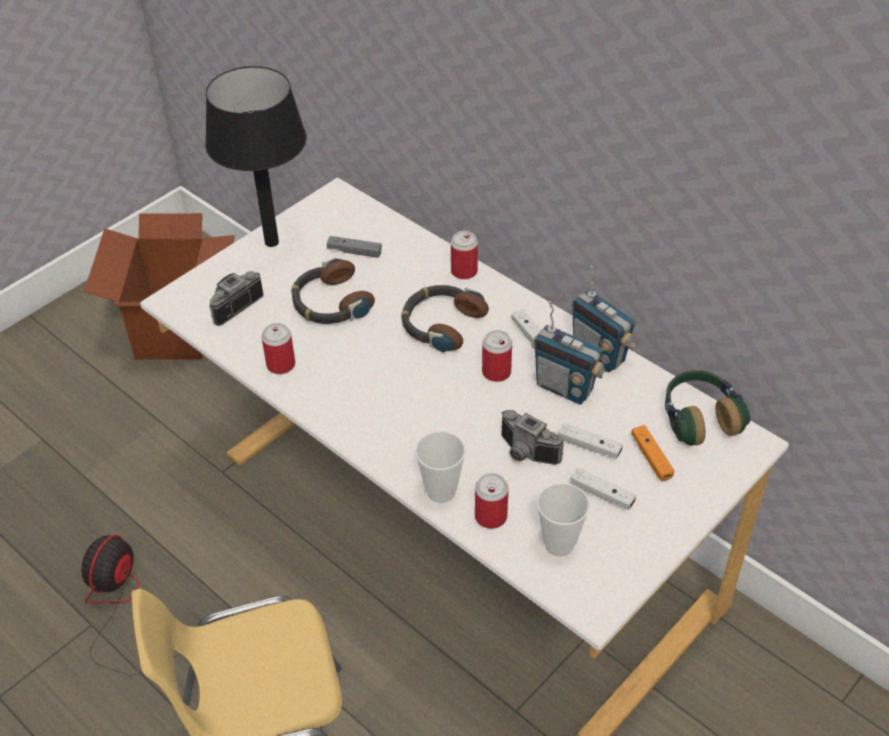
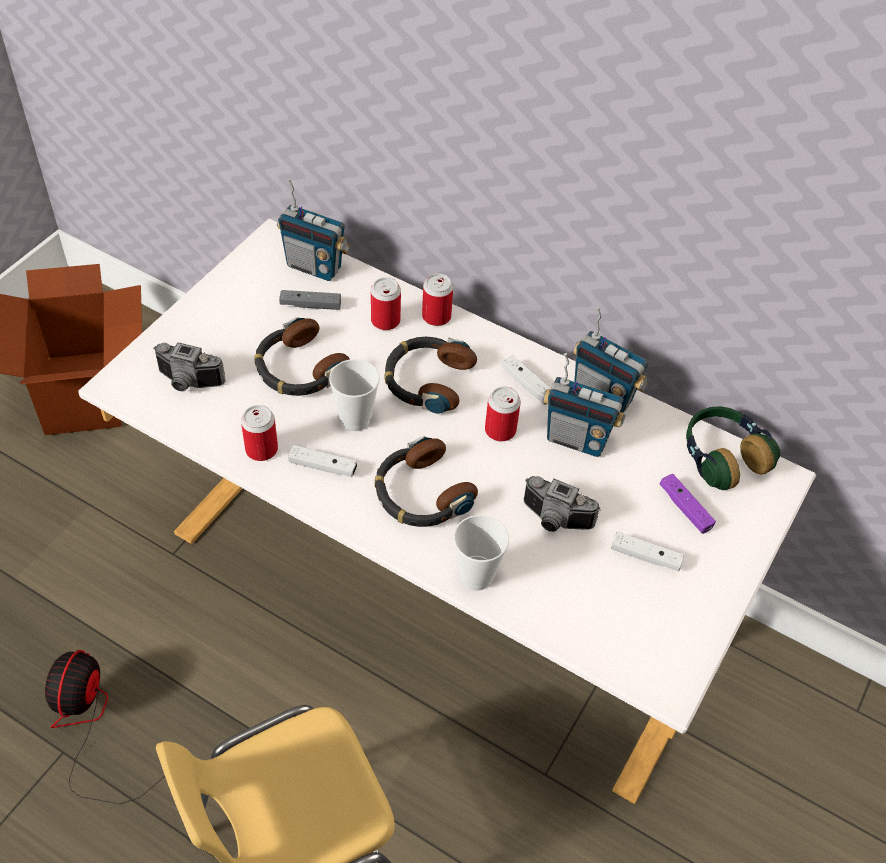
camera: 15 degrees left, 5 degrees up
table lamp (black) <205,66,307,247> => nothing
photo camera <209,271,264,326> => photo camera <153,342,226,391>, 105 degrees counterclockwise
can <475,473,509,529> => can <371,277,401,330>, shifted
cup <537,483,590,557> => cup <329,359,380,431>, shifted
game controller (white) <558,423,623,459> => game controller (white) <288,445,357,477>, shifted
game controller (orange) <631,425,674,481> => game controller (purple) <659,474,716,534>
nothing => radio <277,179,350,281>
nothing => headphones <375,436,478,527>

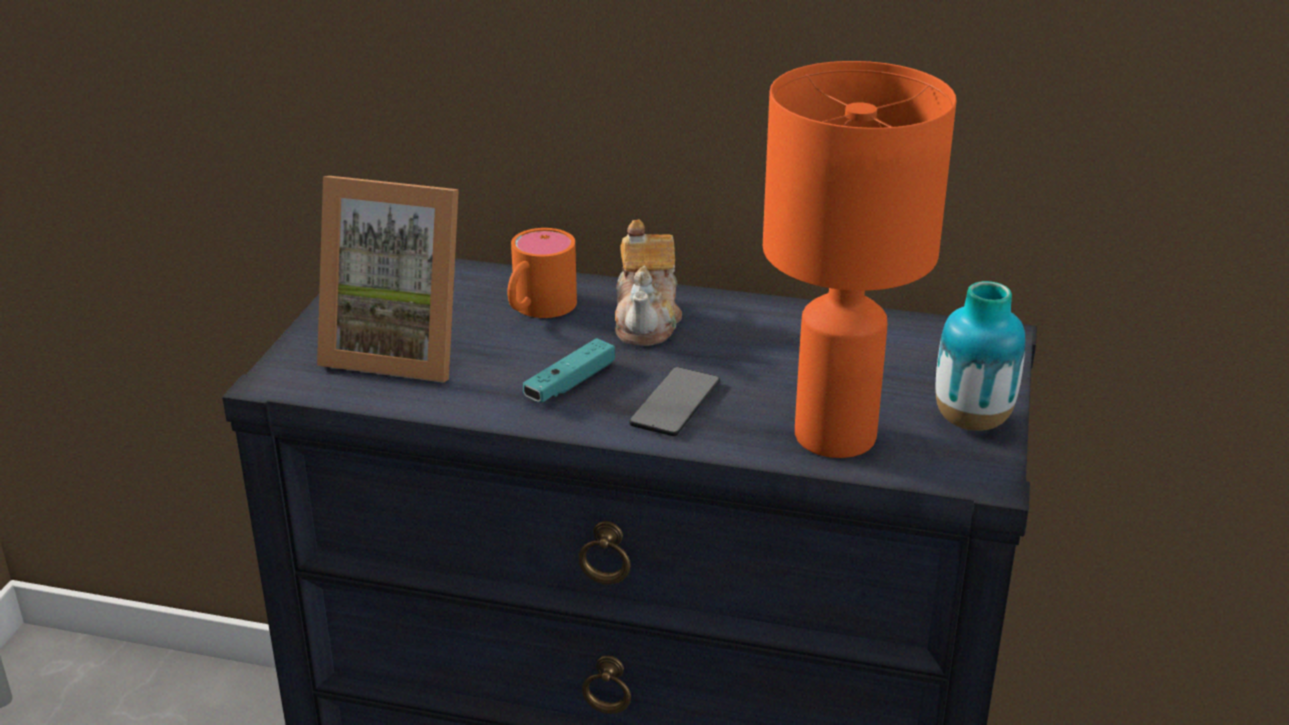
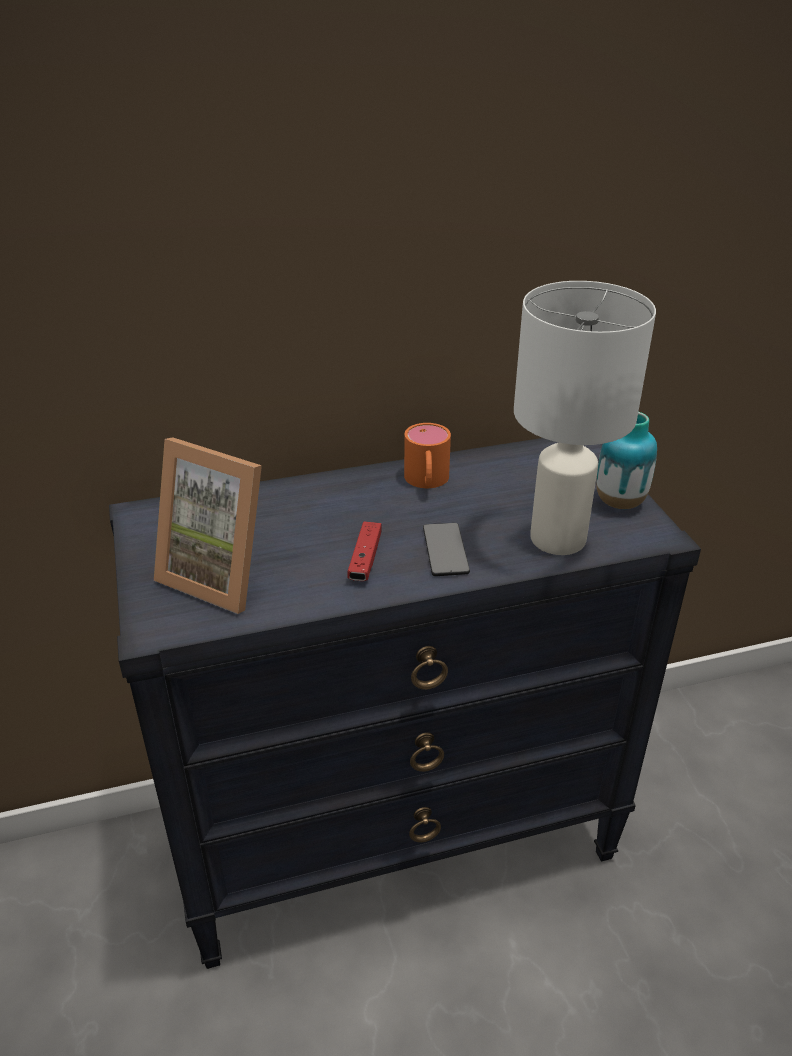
camera: 30 degrees left, 5 degrees up
picture frame <317,176,459,383> => picture frame <154,437,262,614>, 45 degrees clockwise
mug (orange) <507,228,577,318> => mug (orange) <404,423,451,488>, shifted
game controller (turquoise) <523,338,615,403> => game controller (red) <347,522,382,581>
teapot <615,219,682,346> => nothing
table lamp (orange) <763,61,956,458> => table lamp (white) <514,281,656,555>

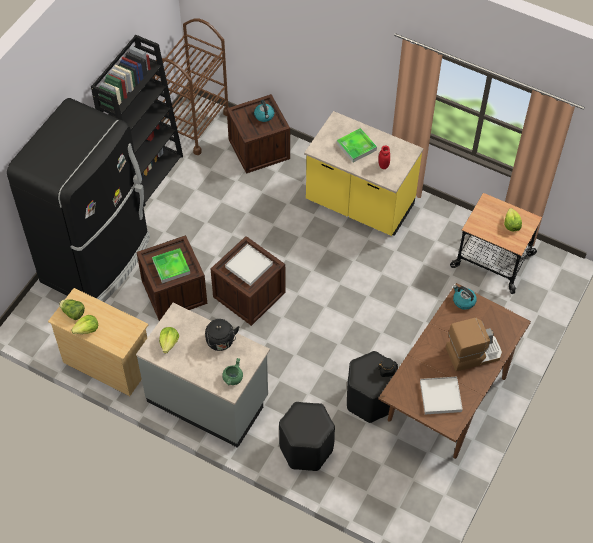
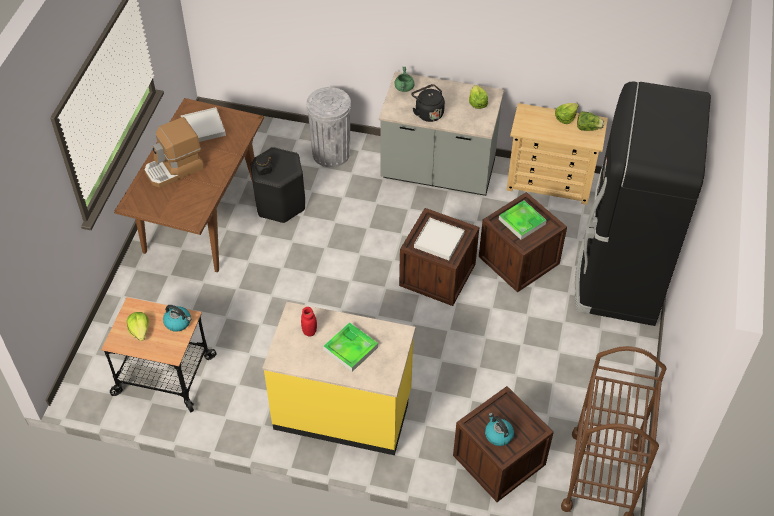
camera: 165 degrees right, 5 degrees down
bookcase (black) <91,34,183,207> => nothing
stool (black) <279,402,335,471> => trash can (grey) <307,87,351,167>
kettle <453,285,477,310> => kettle <163,305,191,332>, shifted

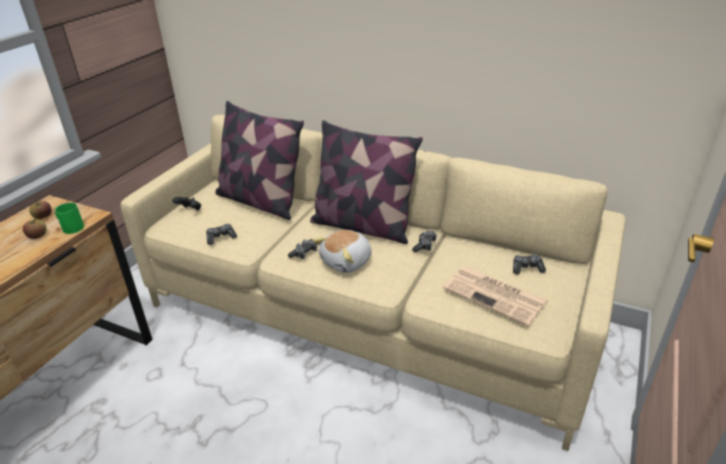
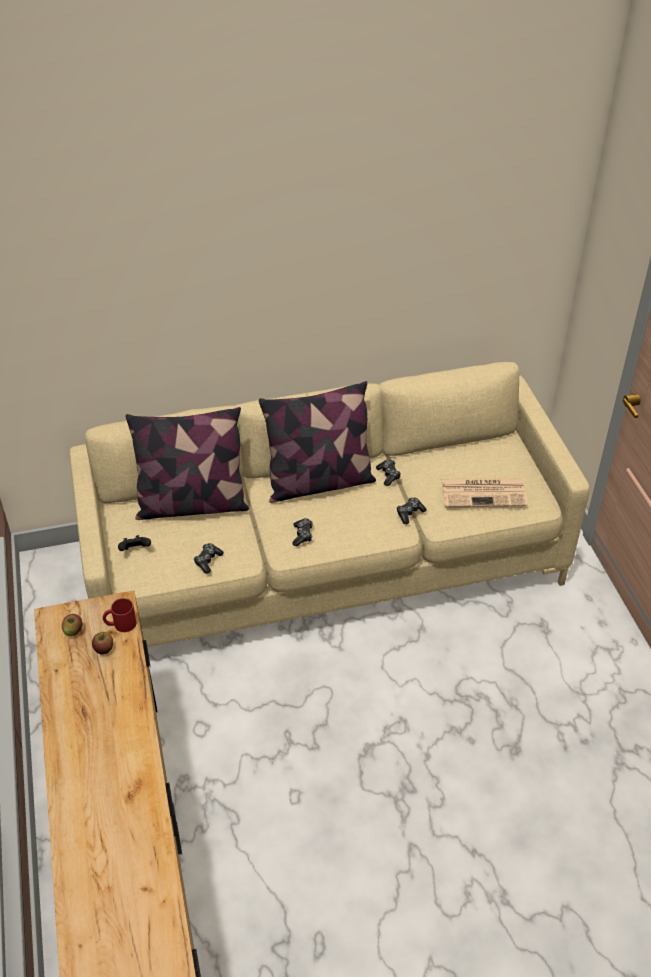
camera: 40 degrees left, 10 degrees up
mug (green) <55,203,84,234> => mug (red) <103,598,137,632>
plush toy <313,230,372,273> => nothing
game controller <513,254,546,274> => game controller <397,498,426,524>, shifted

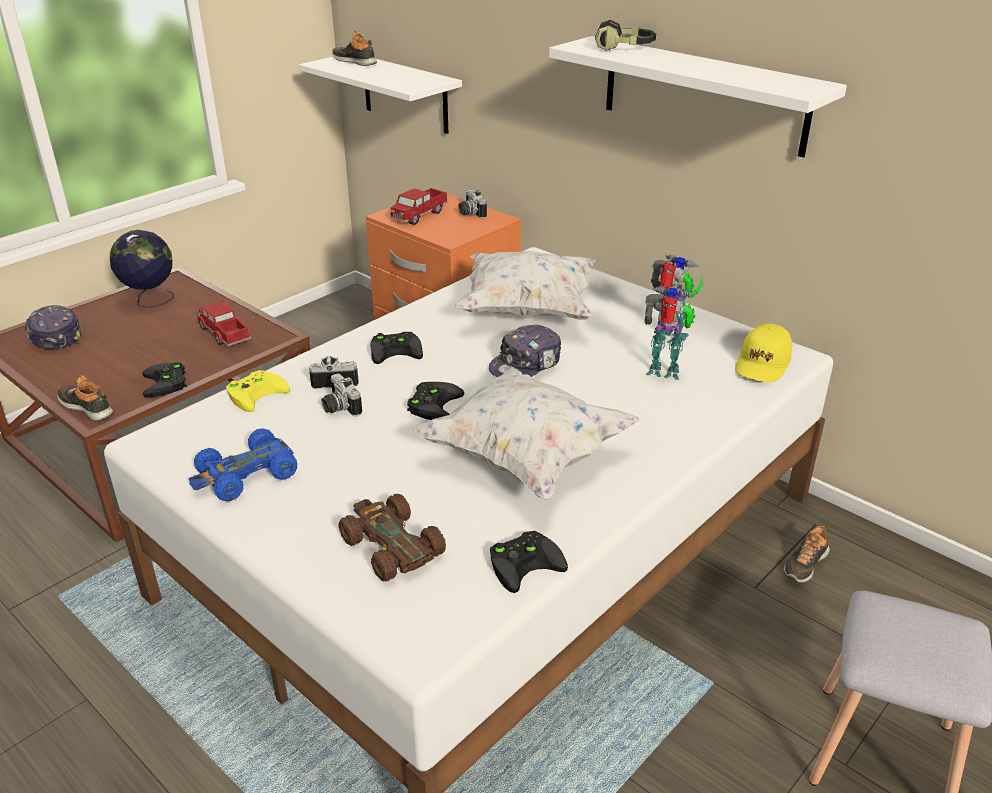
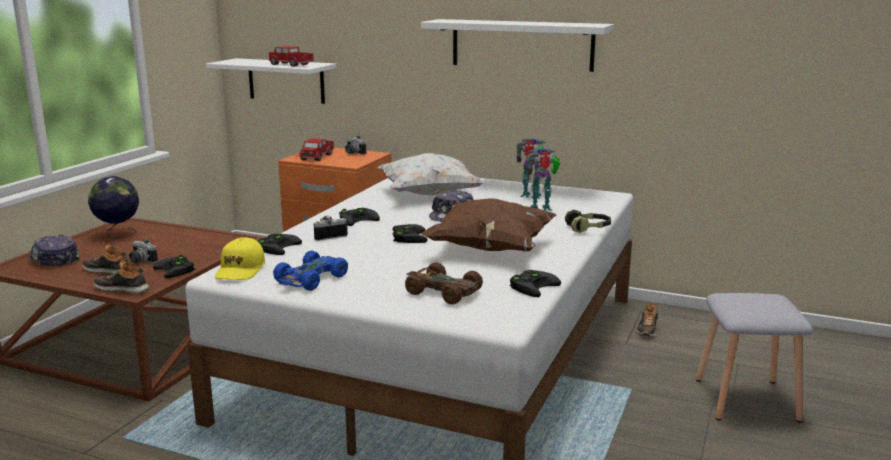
camera: 20 degrees left, 15 degrees down
toy truck <197,301,251,346> => toy truck <269,46,315,67>, shifted
game controller (yellow) <226,370,290,412> => game controller (black) <258,234,302,255>
photo camera <322,374,362,416> => photo camera <129,239,158,263>, shifted
shoe <332,31,377,66> => shoe <82,244,129,274>, shifted
pillow (white) <413,366,640,500> => pillow (brown) <421,198,556,251>
headphones <595,19,656,51> => headphones <565,210,611,233>, shifted
cap (yellow) <735,323,792,382> => cap (yellow) <215,237,265,280>, shifted

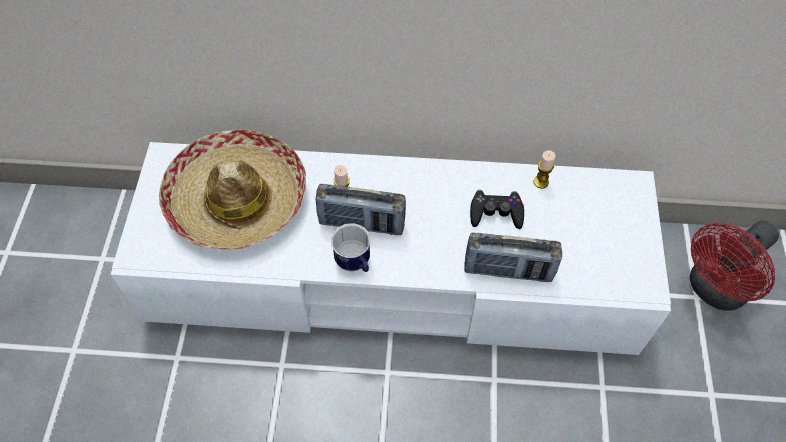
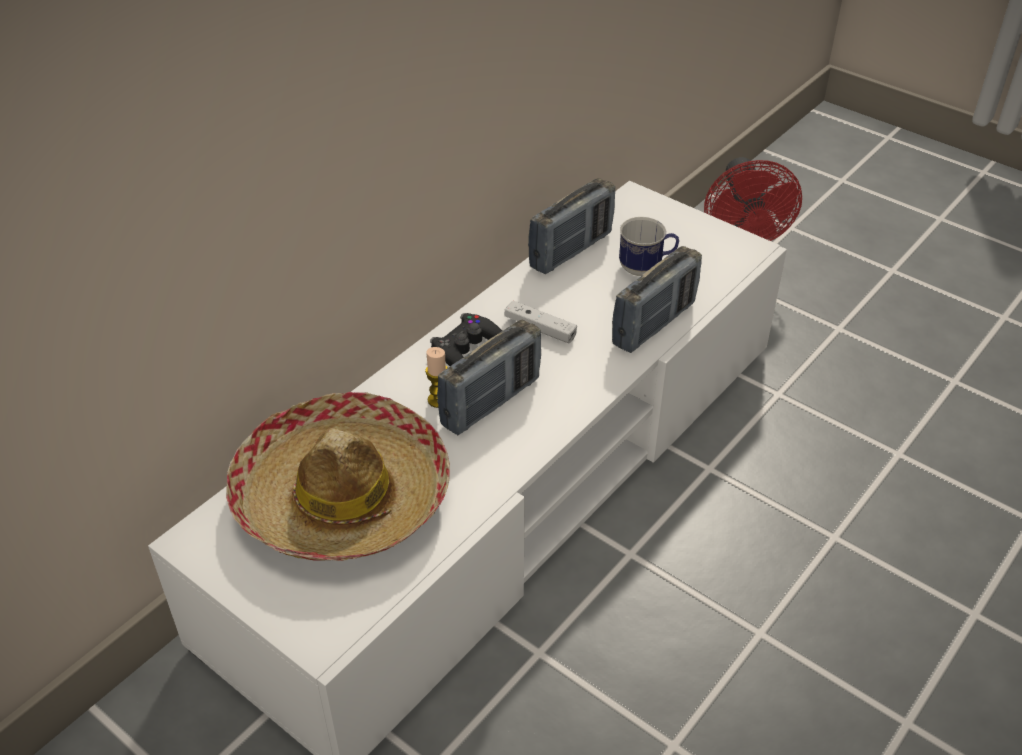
camera: 55 degrees left, 15 degrees down
mug <331,223,371,272> => mug <619,217,679,276>, shifted
game controller (black) <470,190,524,229> => game controller (black) <430,313,502,366>, shifted
candle <534,150,556,189> => radio <528,178,615,274>
nothing => game controller (white) <505,301,577,343>

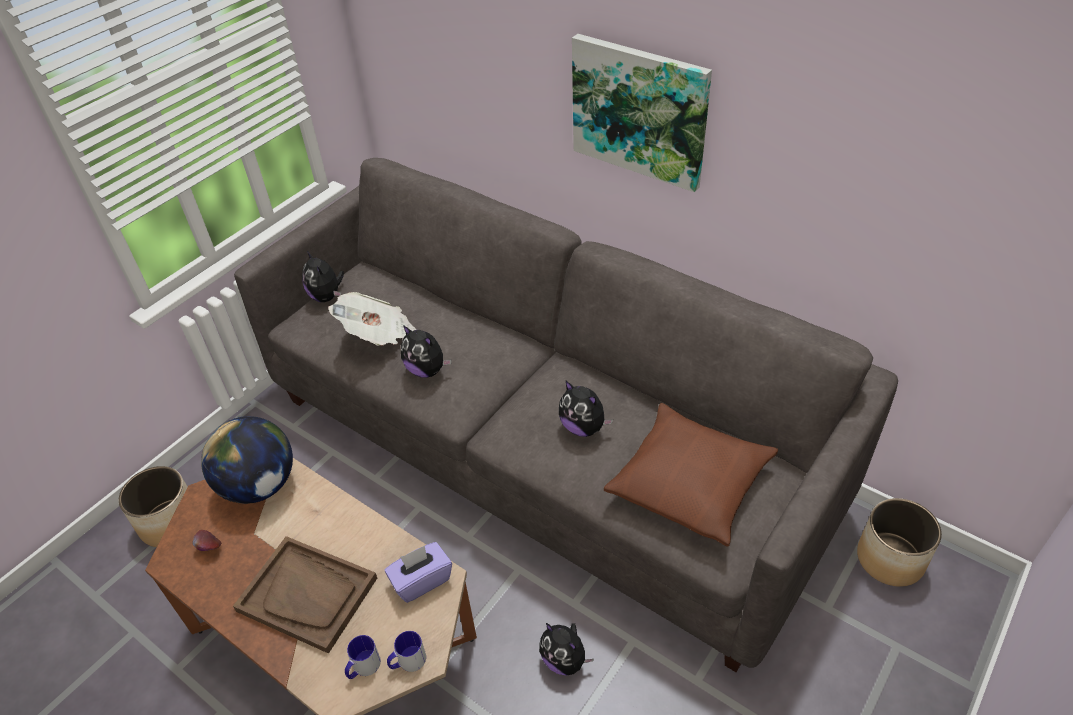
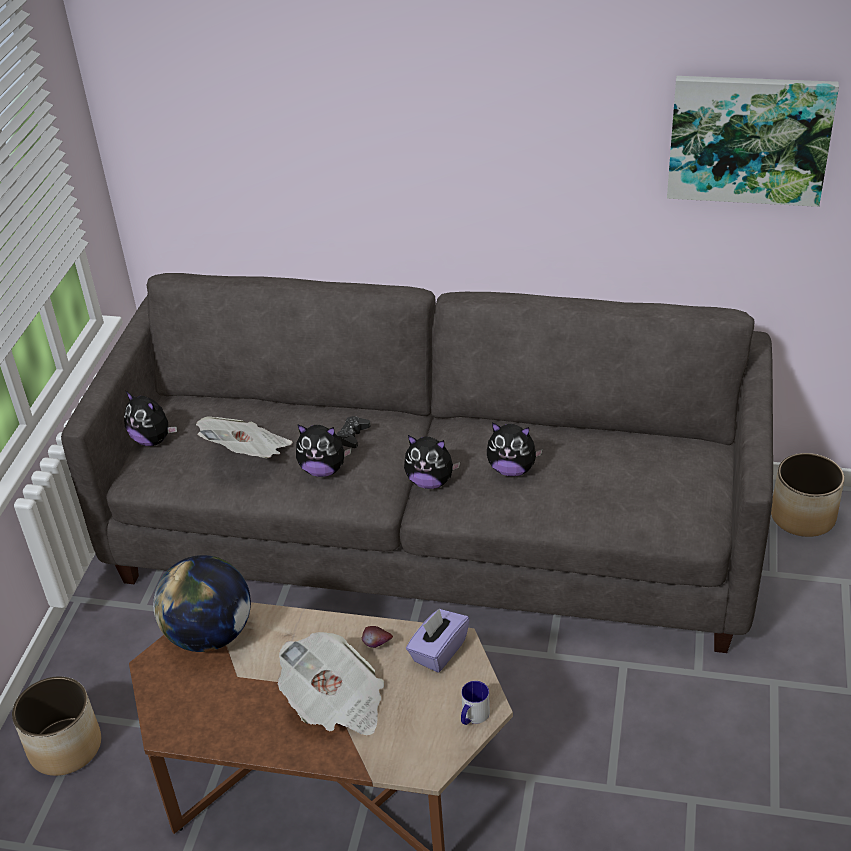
camera: 25 degrees left, 5 degrees down
apple <193,530,221,551> => apple <362,626,393,648>, shifted
tray (brown) <233,536,377,654> => newspaper <278,632,384,735>
mug <345,635,381,679> => nothing
plush toy <539,623,594,676> => plush toy <404,435,460,489>, shifted
picture <572,34,712,192> => picture <667,76,839,207>, shifted
pillow (brown) <604,403,778,547> => nothing
nothing => game controller (black) <337,416,371,448>

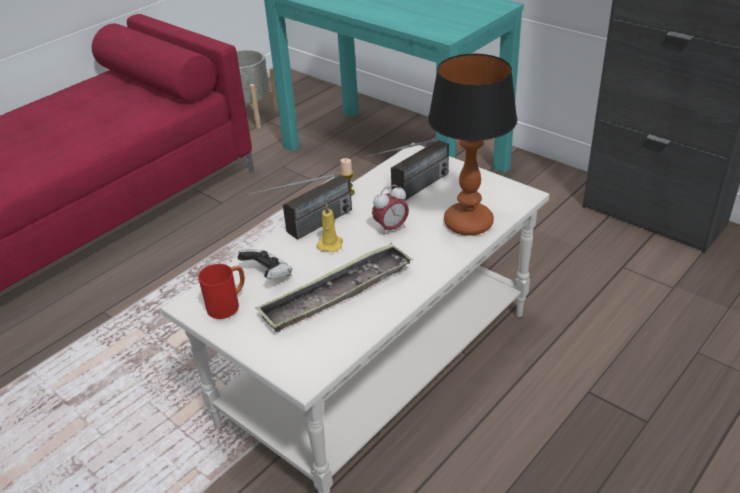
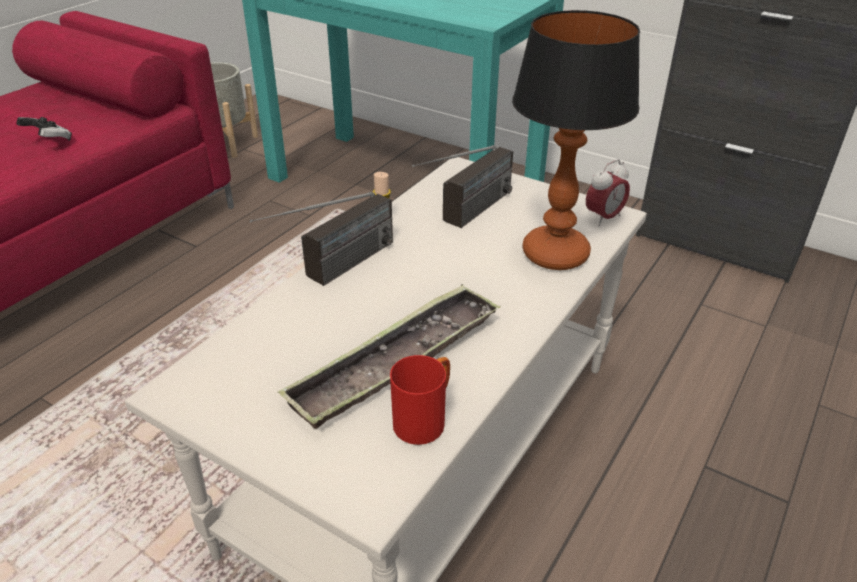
camera: 10 degrees left, 0 degrees up
mug (red) <198,264,245,319> => mug (red) <390,355,450,445>, shifted
game controller <237,249,292,279> => game controller <16,117,72,141>, shifted
candle (yellow) <316,203,343,252> => nothing
alarm clock <372,185,409,236> => alarm clock <586,159,630,226>, shifted

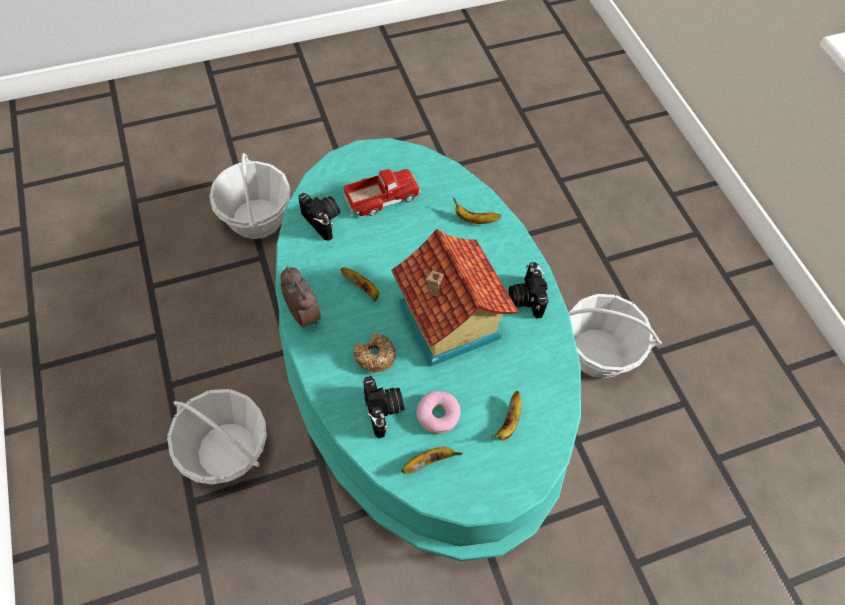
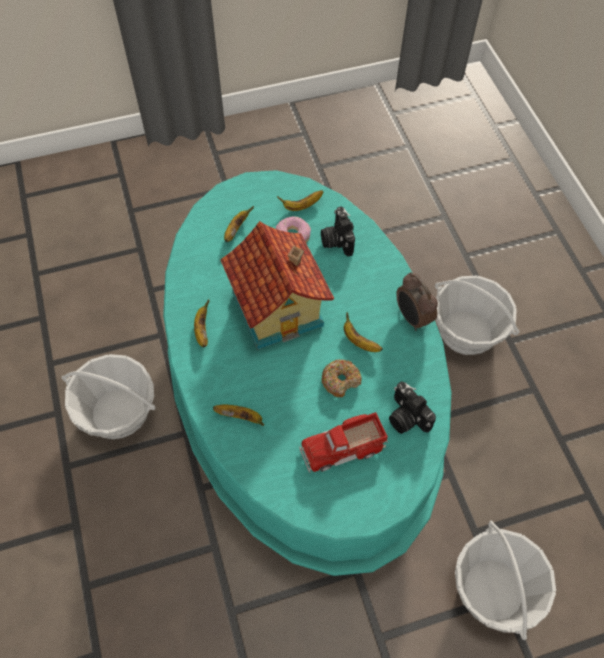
camera: 175 degrees left, 0 degrees up
donut <354,332,396,373> => donut <322,359,361,397>, shifted
photo camera <509,262,549,319> => banana <194,299,209,347>

